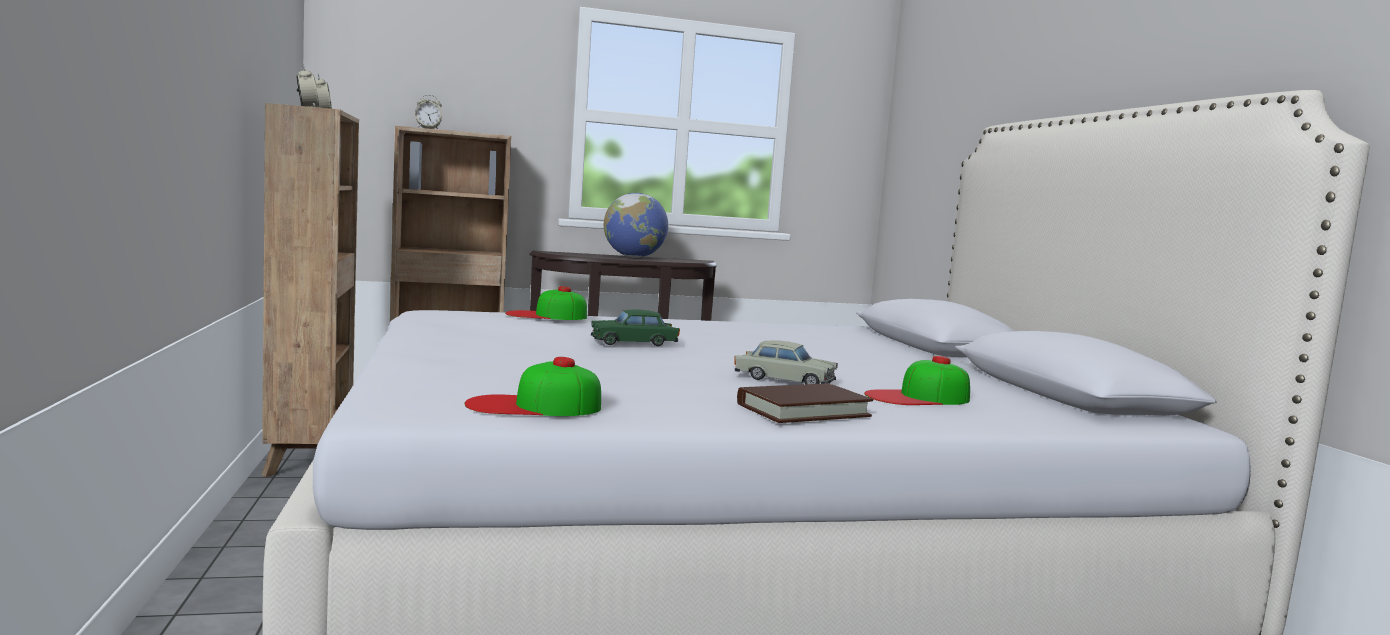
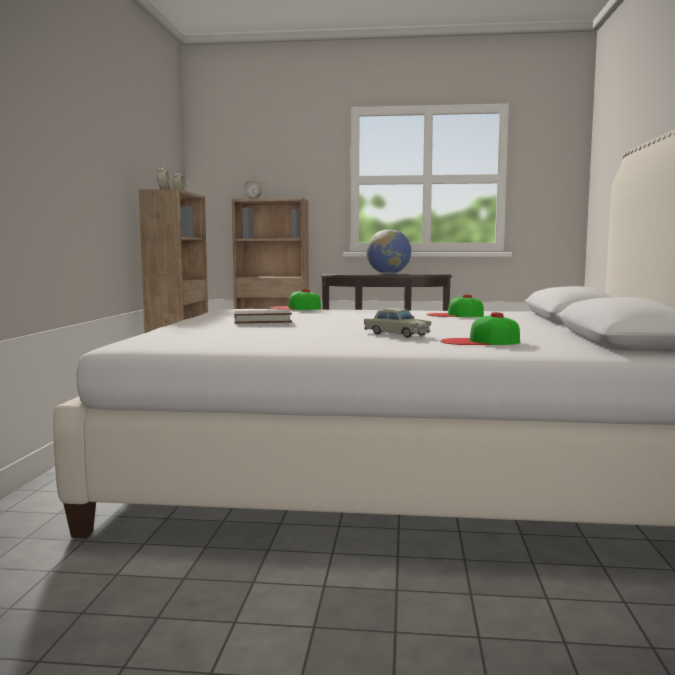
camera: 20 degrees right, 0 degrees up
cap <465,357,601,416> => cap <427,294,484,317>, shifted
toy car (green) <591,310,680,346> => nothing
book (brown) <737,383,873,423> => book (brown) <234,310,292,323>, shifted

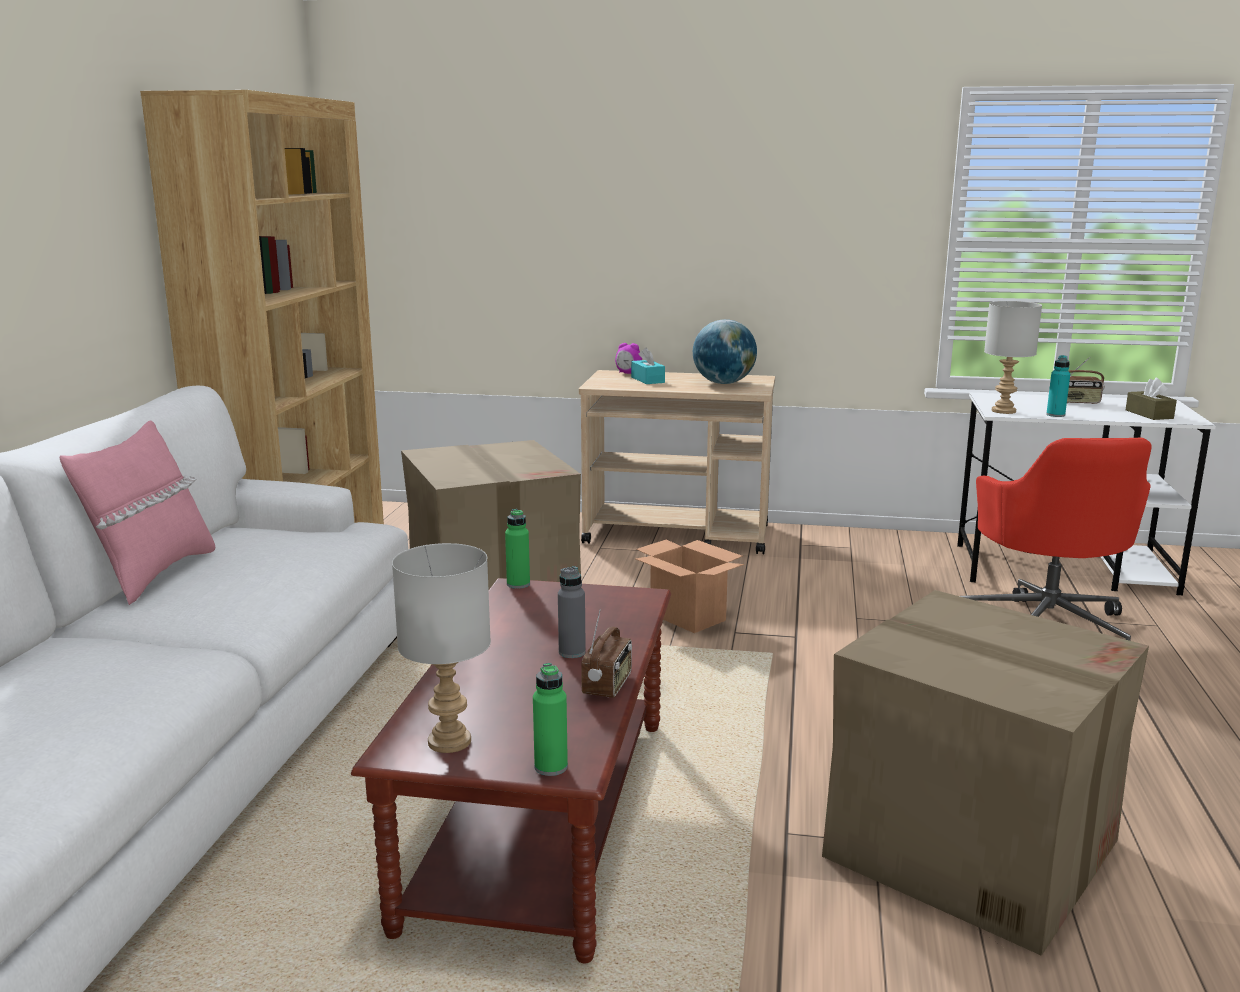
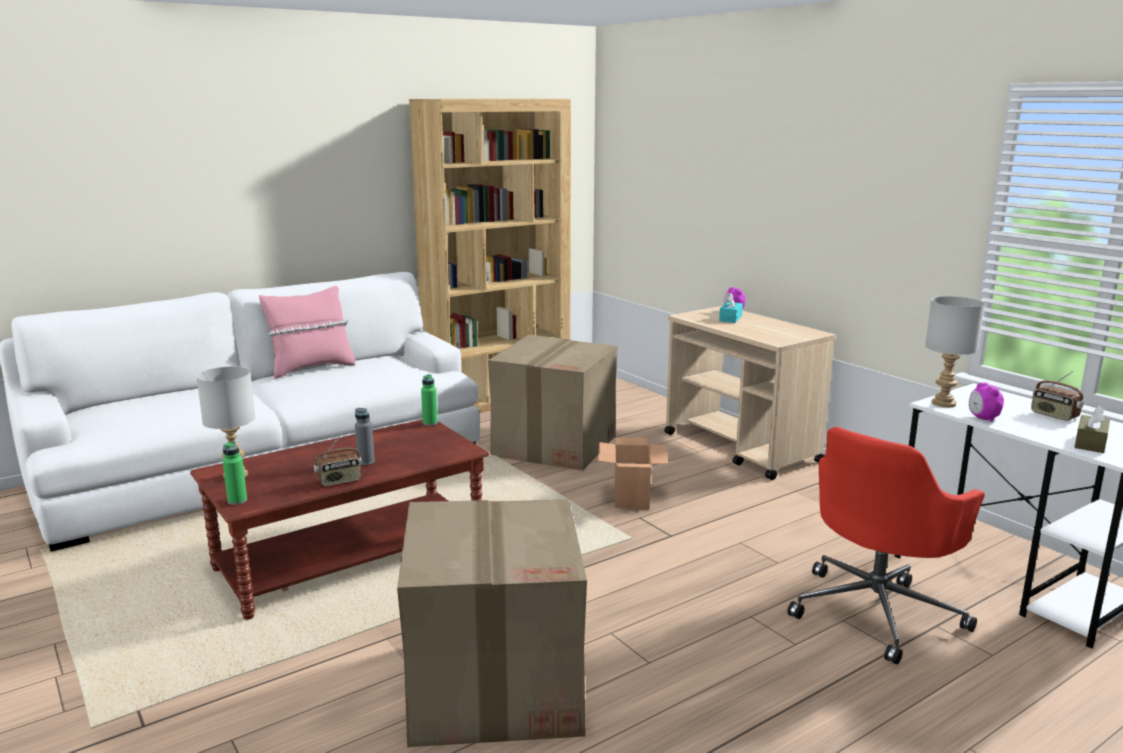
camera: 45 degrees right, 0 degrees up
globe <693,319,757,384> => nothing
bottle (turquoise) <1046,355,1070,417> => alarm clock <969,383,1004,422>

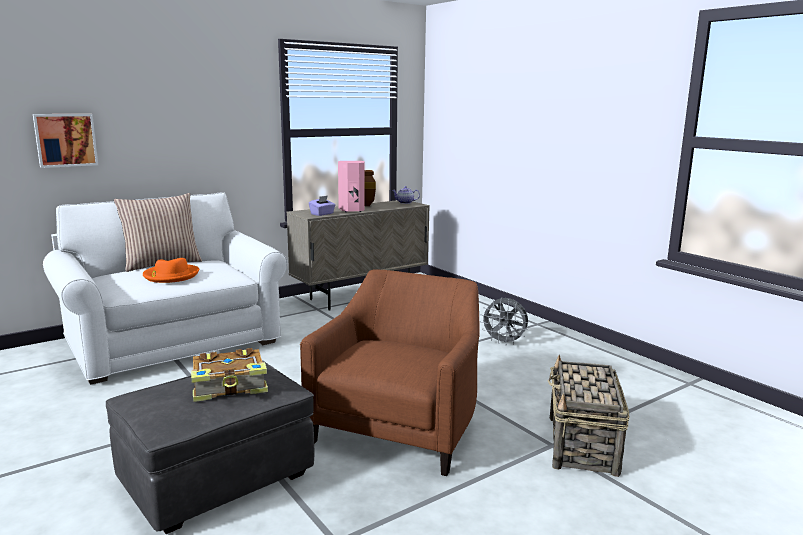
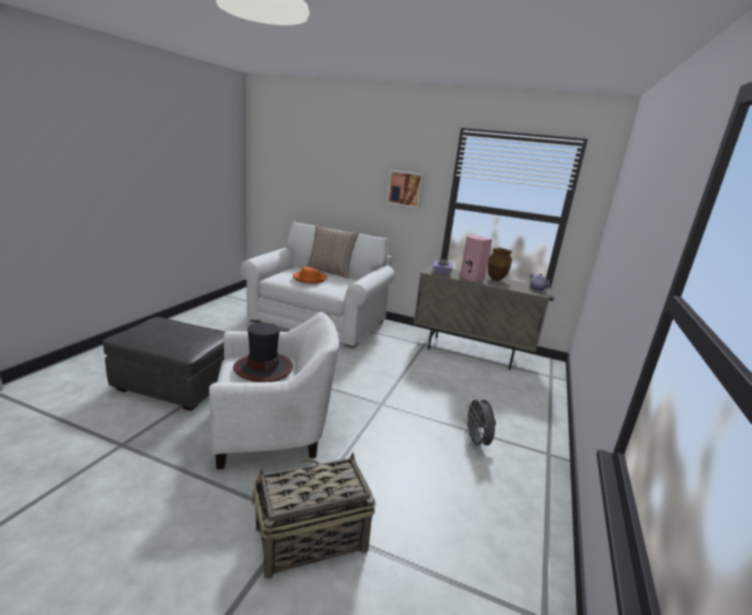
camera: 55 degrees right, 5 degrees up
picture <33,114,98,168> => picture <387,170,424,208>, shifted
book <191,348,268,402> => nothing
armchair (brown) <300,269,480,476> => armchair (white) <209,312,339,469>
nothing => hat <233,322,293,382>

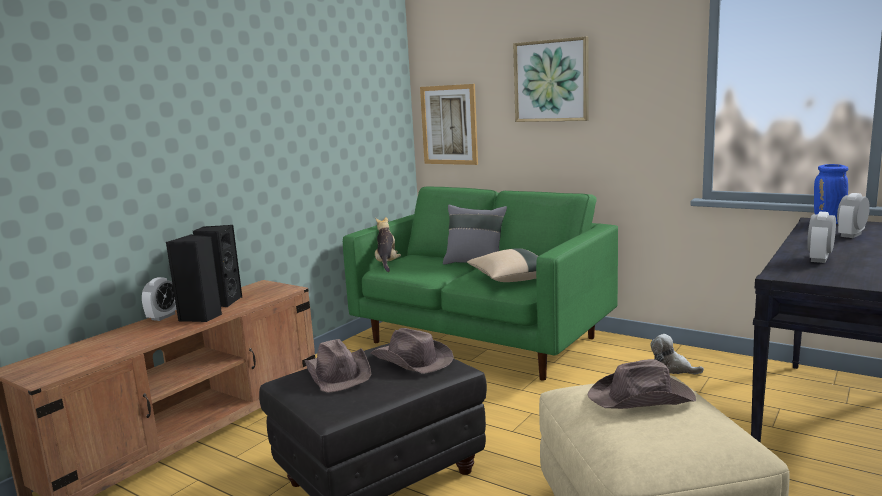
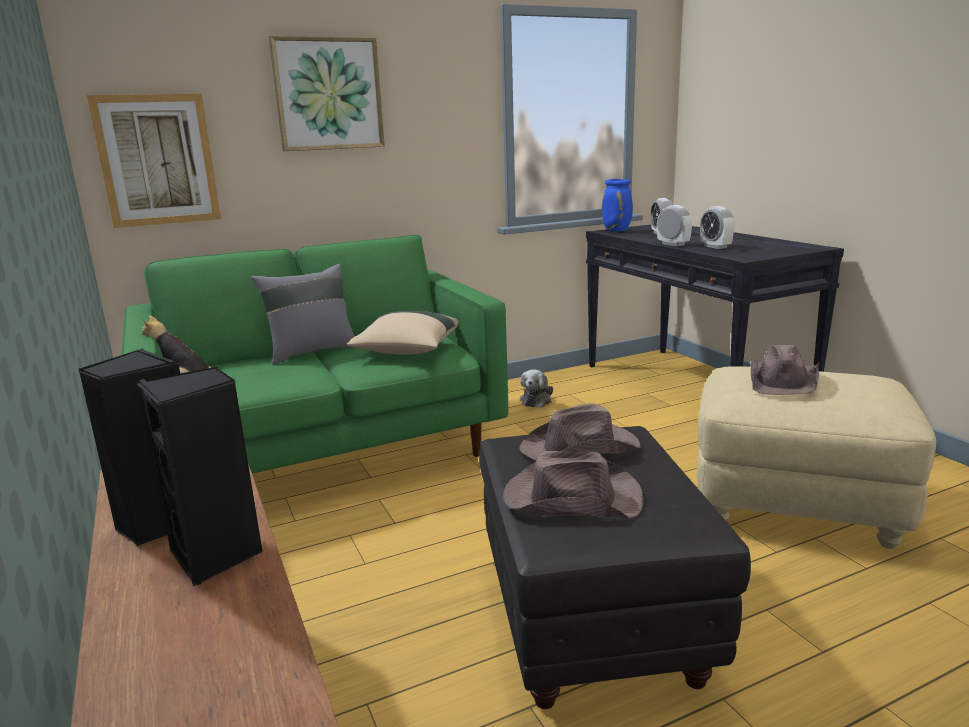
camera: 60 degrees left, 5 degrees up
alarm clock <142,277,177,321> => alarm clock <657,205,692,246>, shifted
plush toy <650,334,704,374> => plush toy <520,369,553,408>, 45 degrees counterclockwise

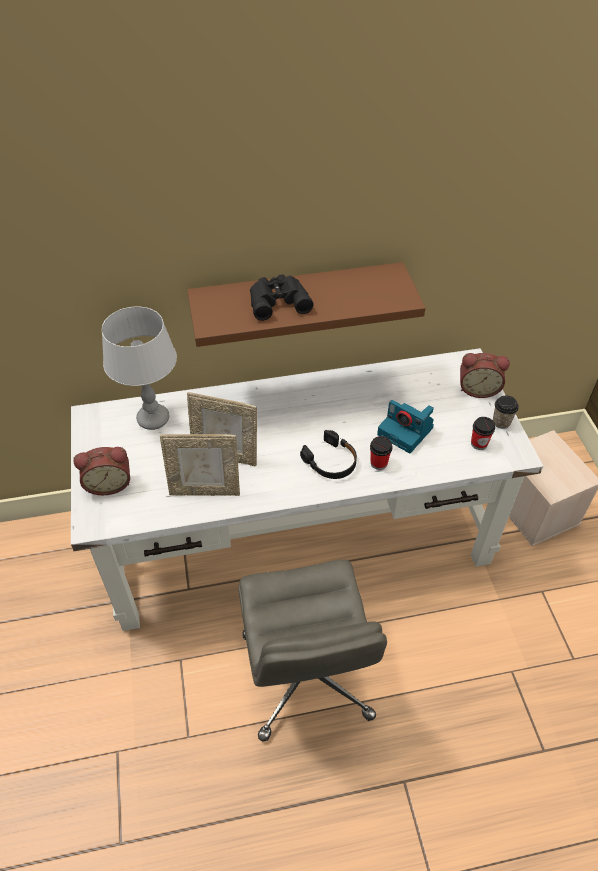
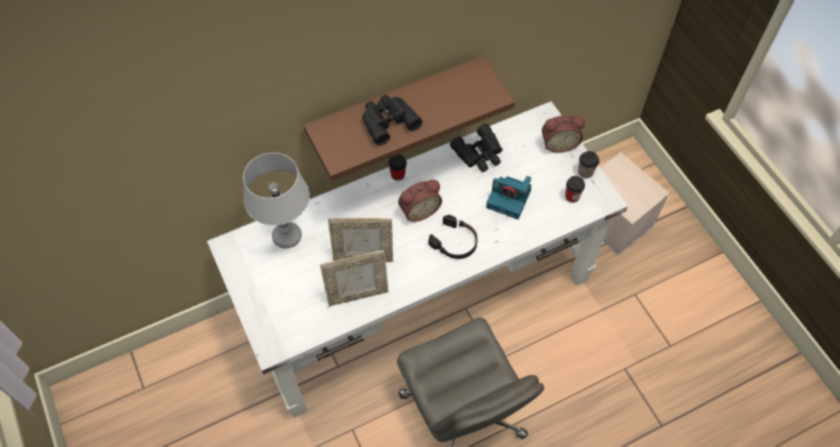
camera: 15 degrees left, 10 degrees up
alarm clock <73,447,130,495> => alarm clock <398,180,442,222>, shifted
cup <370,436,392,470> => cup <388,154,407,181>, shifted
nothing => binoculars (black) <450,124,503,172>

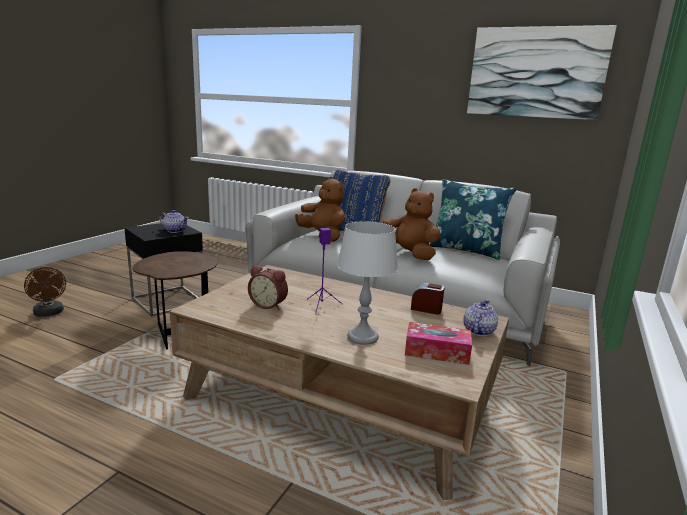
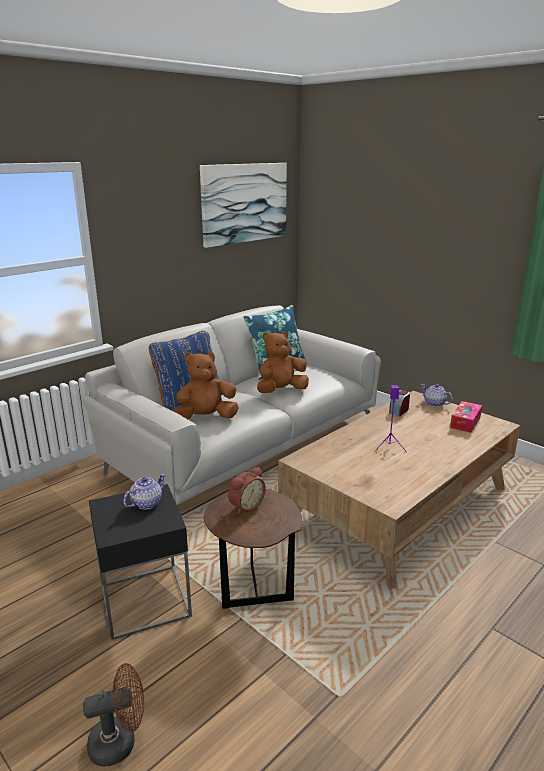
camera: 70 degrees left, 5 degrees up
alarm clock <248,265,288,310> => alarm clock <228,467,265,514>, shifted
table lamp (grey) <337,221,398,345> => nothing

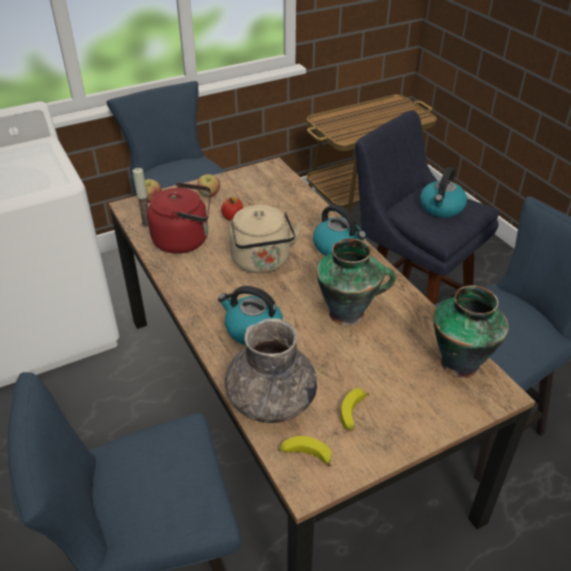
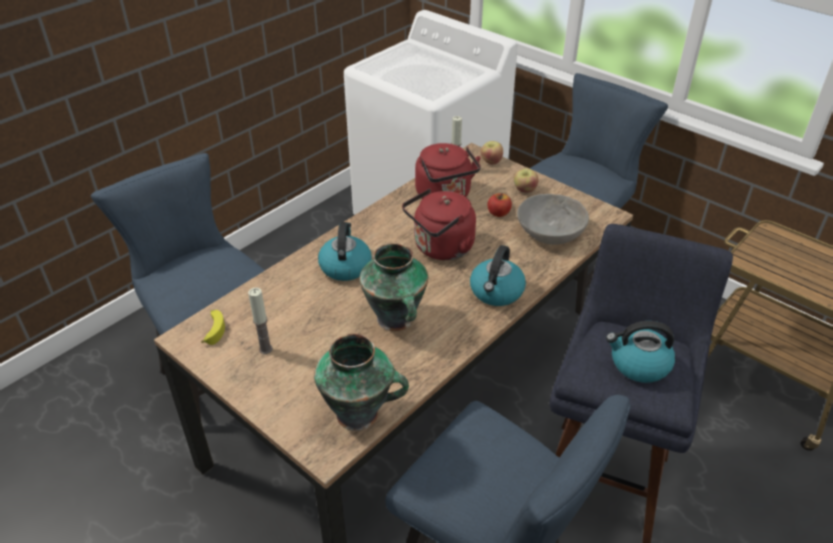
camera: 70 degrees right, 0 degrees up
vase (grey) <224,318,317,423> => nothing
kettle (beige) <229,205,302,273> => kettle (red) <402,189,476,260>
banana <341,388,369,431> => candle <248,287,273,354>
nothing => bowl (grey) <517,194,589,245>

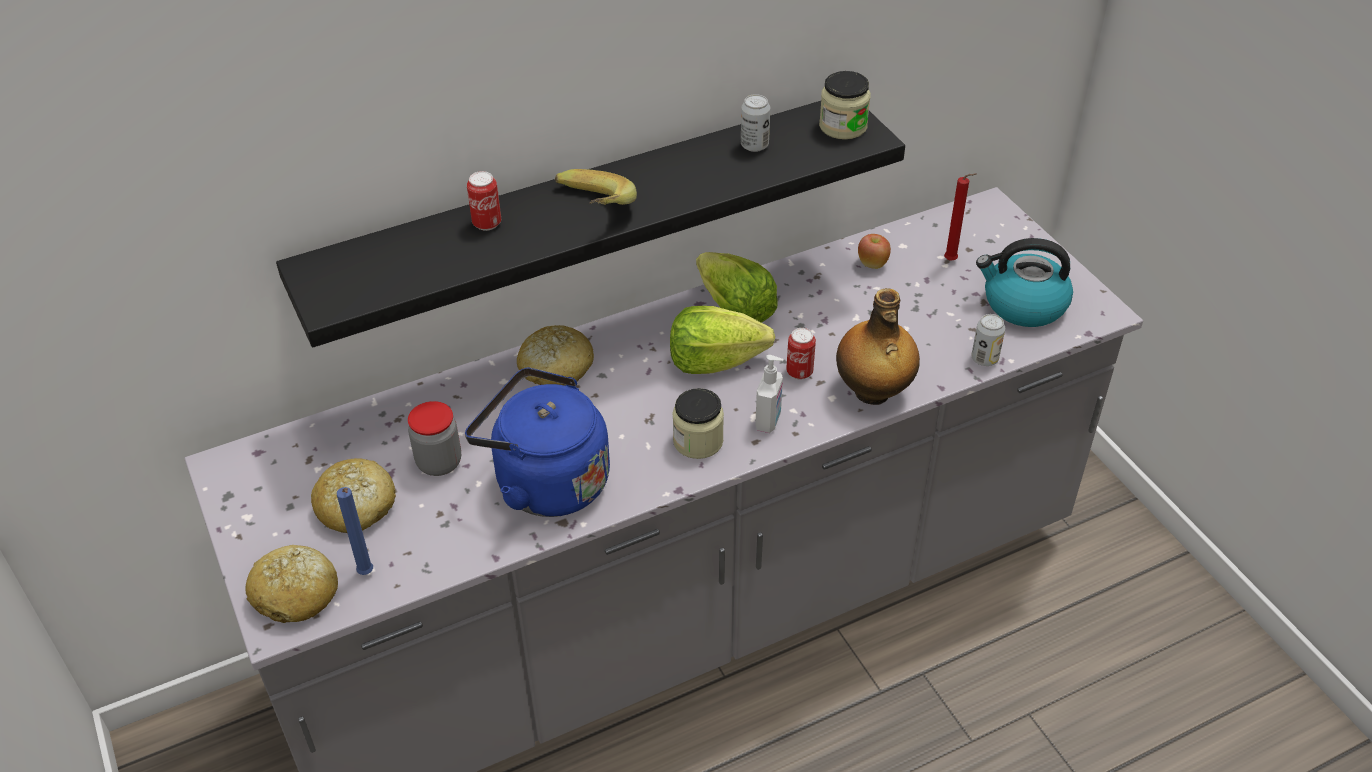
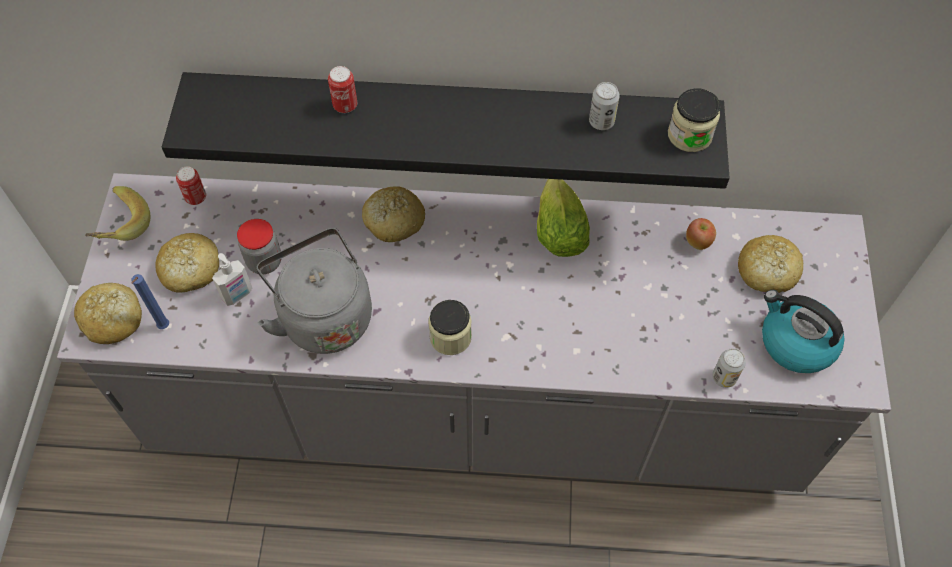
camera: 30 degrees right, 15 degrees up
kettle (blue) <465,367,610,517> => kettle (grey) <256,228,372,354>
banana <555,169,637,205> => banana <85,186,150,241>, shifted
lettuce <670,306,775,374> => nothing
soap dispenser <755,355,784,433> => soap dispenser <212,253,252,306>, shifted
can <786,328,816,380> => can <176,166,206,205>, shifted
bottle <836,288,920,405> => nothing
candle (red) <944,173,977,261> => bread <738,235,803,293>

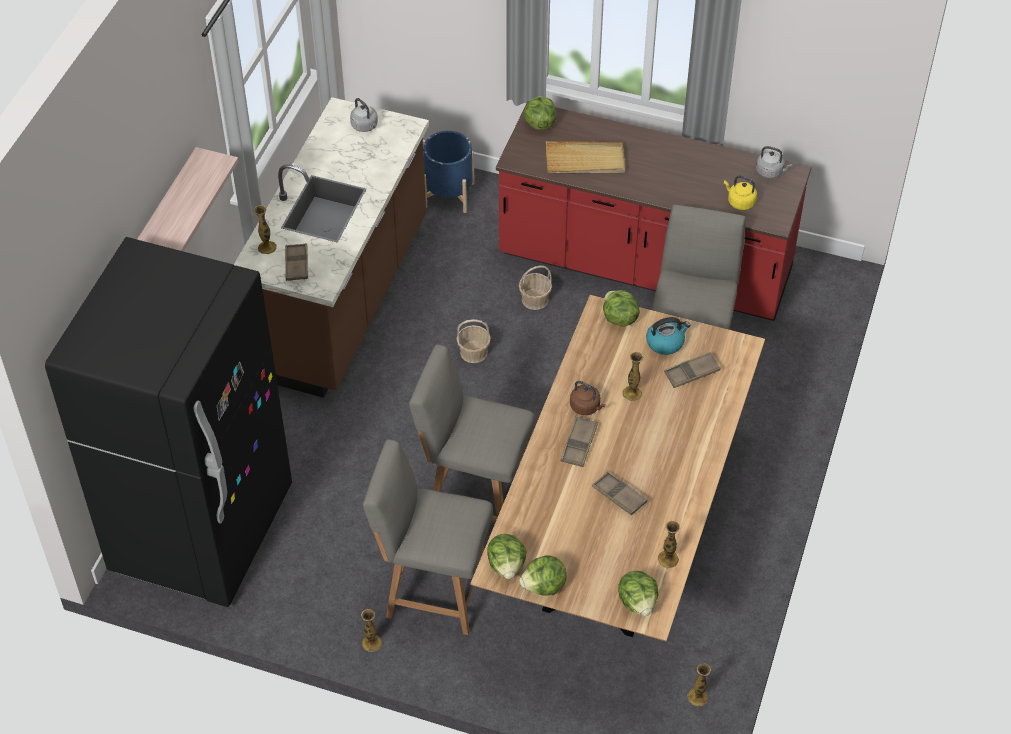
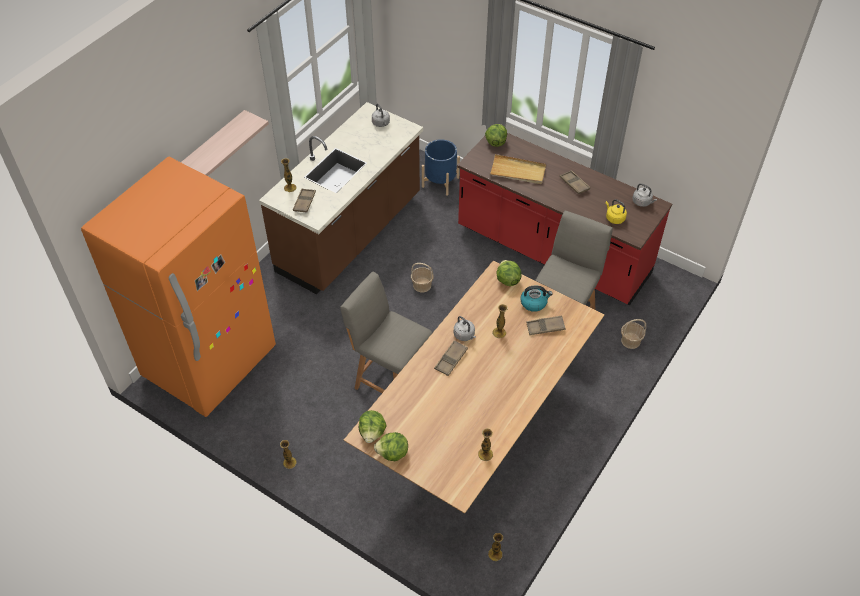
camera: 15 degrees right, 0 degrees up
fridge (black) <45,237,292,607> => fridge (orange) <81,157,276,417>
chair (grey) <363,439,493,635> => nothing
basket <519,265,552,310> => basket <621,319,646,349>, shifted
kettle (brown) <570,381,606,415> => kettle (grey) <454,316,476,341>
tray (brown) <592,471,648,515> => tray (brown) <560,170,590,194>, shifted
lettuce <618,571,659,616> => nothing

